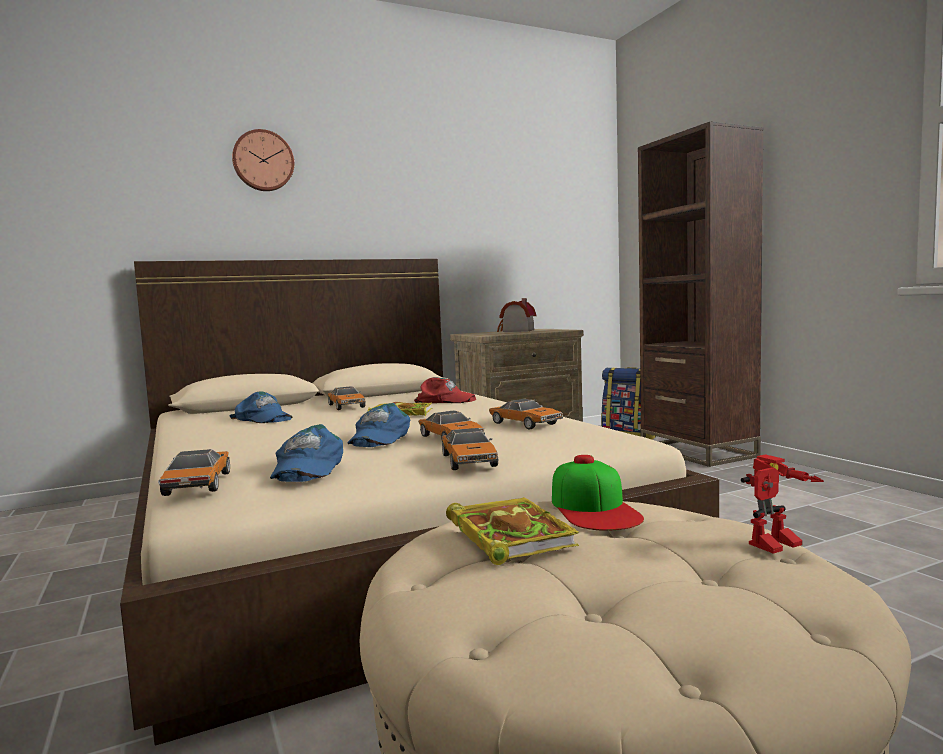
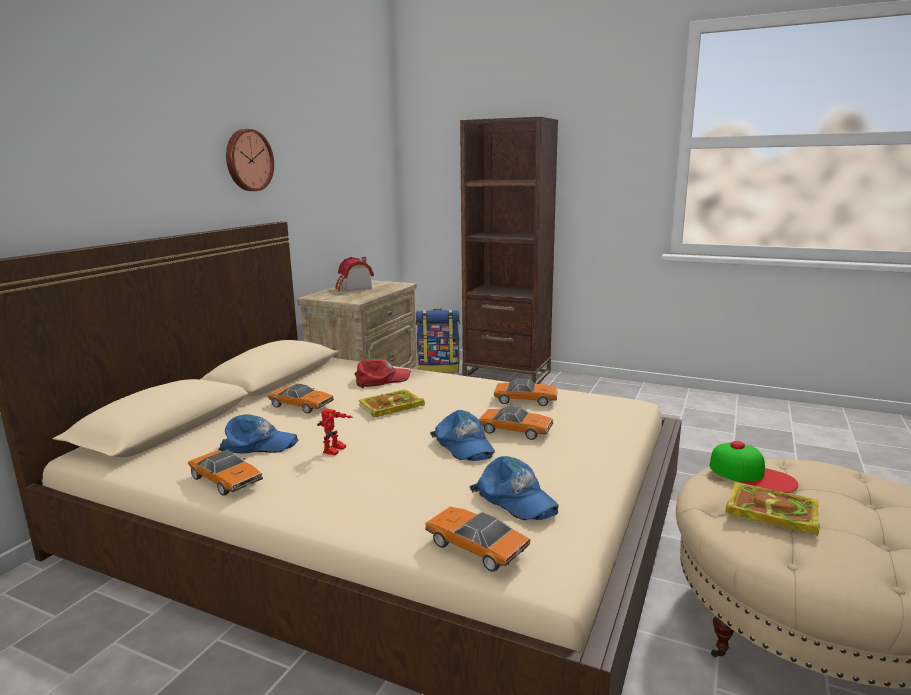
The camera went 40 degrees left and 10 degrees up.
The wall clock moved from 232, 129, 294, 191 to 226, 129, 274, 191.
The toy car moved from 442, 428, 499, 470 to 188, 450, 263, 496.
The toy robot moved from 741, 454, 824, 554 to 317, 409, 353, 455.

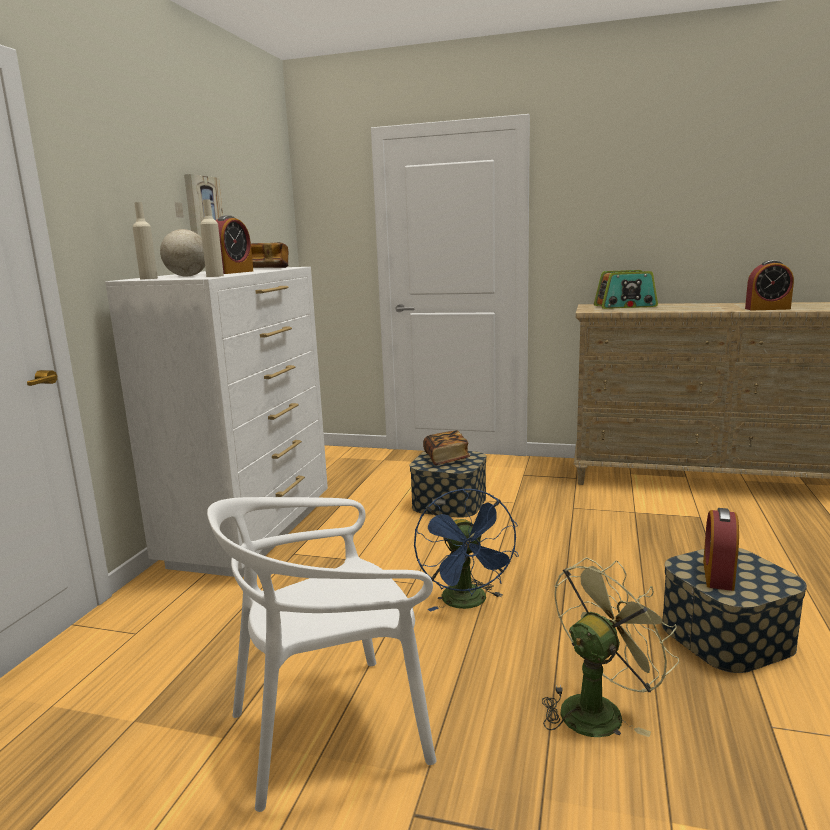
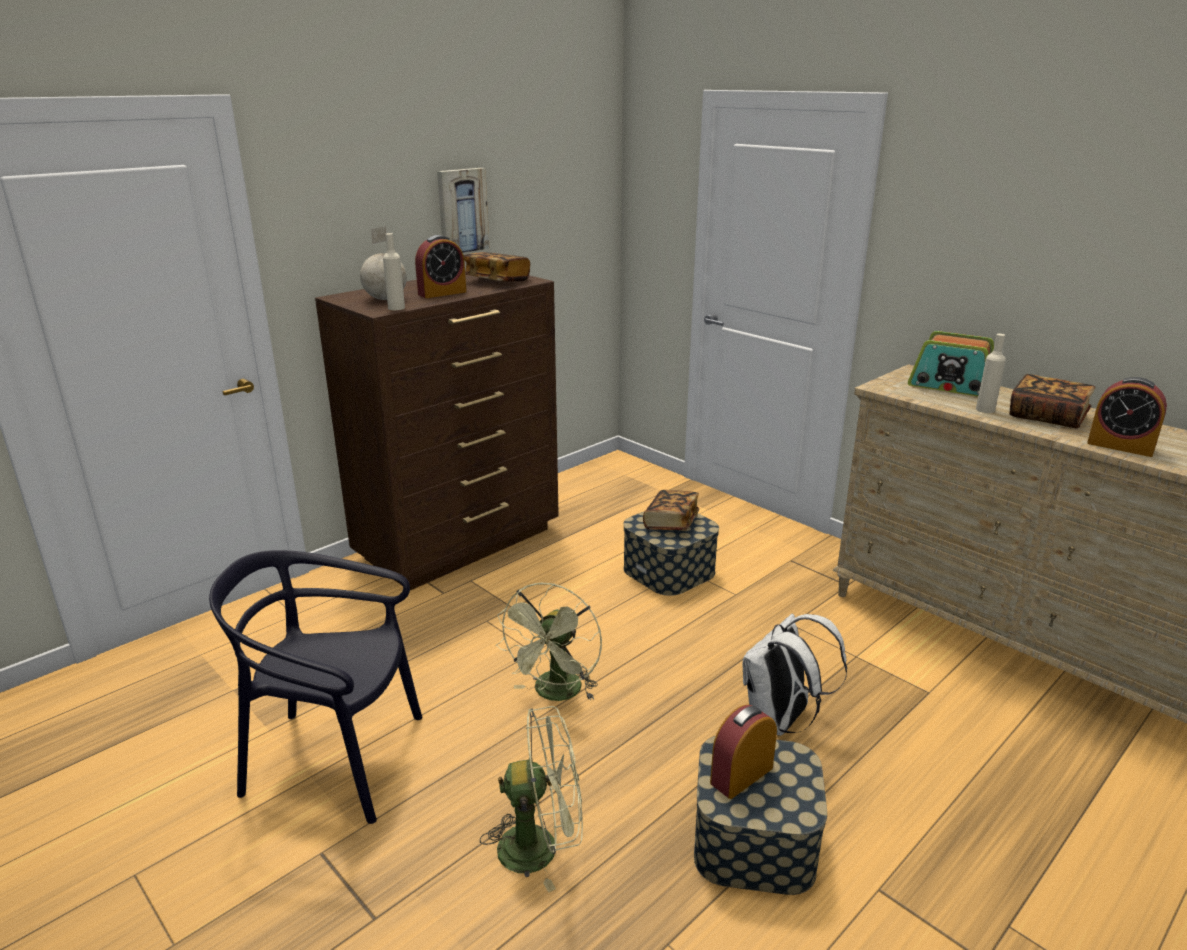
The camera went 30 degrees right and 10 degrees up.
The white dresser at 105, 267, 328, 578 became the brown dresser at 315, 275, 559, 590.
The beige bottle moved from 133, 202, 158, 279 to 976, 334, 1006, 413.
The white chair at 207, 497, 437, 812 became the black chair at 209, 550, 423, 824.
The blue fan at 414, 488, 519, 612 became the green fan at 496, 583, 602, 701.
The white backpack at 743, 614, 847, 736 appeared.
The book at 1009, 374, 1095, 428 appeared.

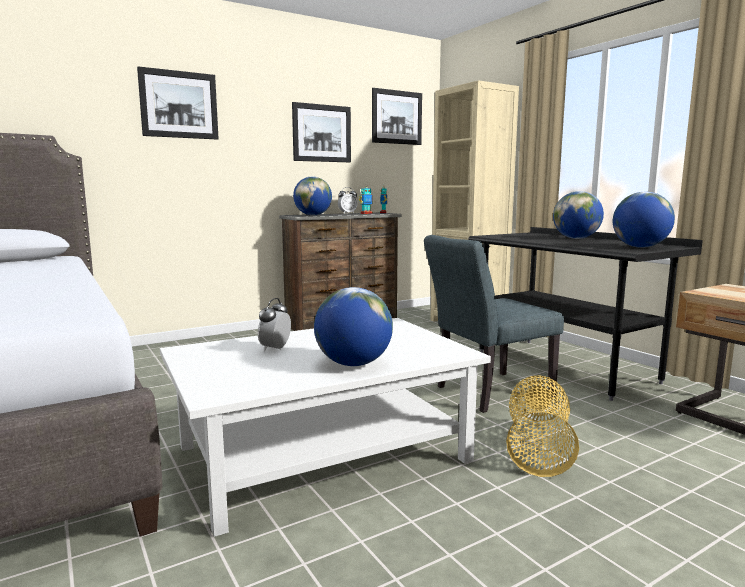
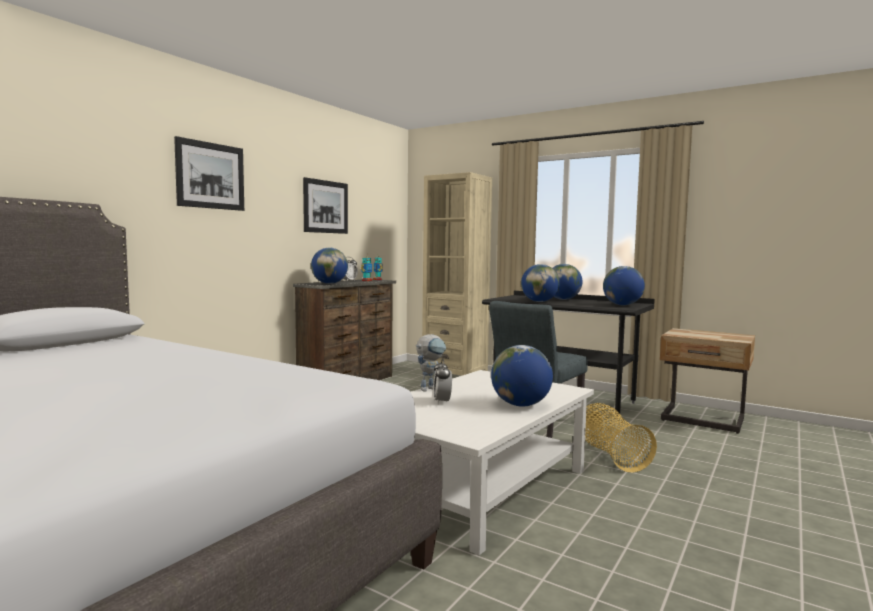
The camera went 25 degrees left and 5 degrees down.
The picture at 372, 88, 422, 145 disappeared.
The toy robot at 416, 334, 446, 392 appeared.
The globe at 521, 264, 560, 302 appeared.

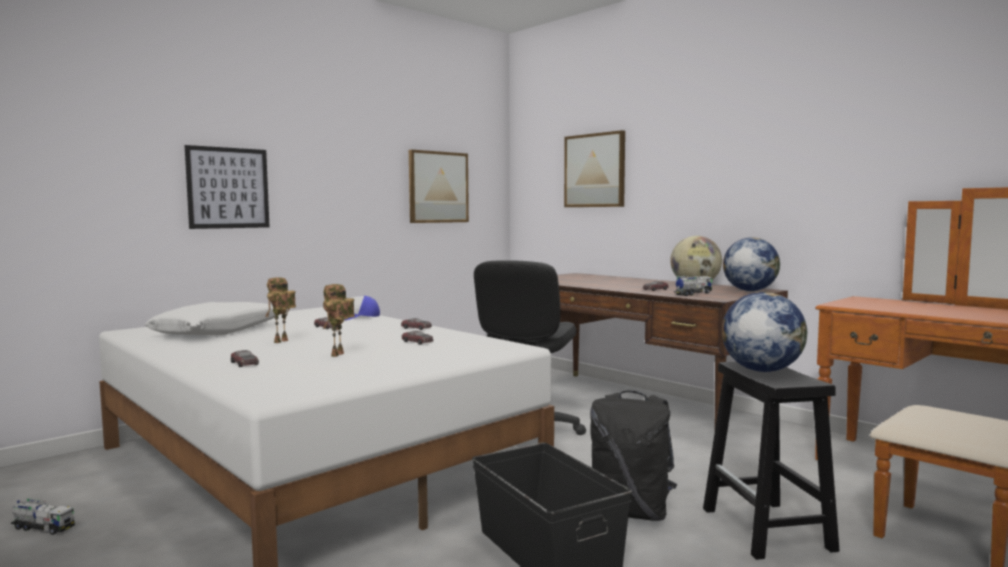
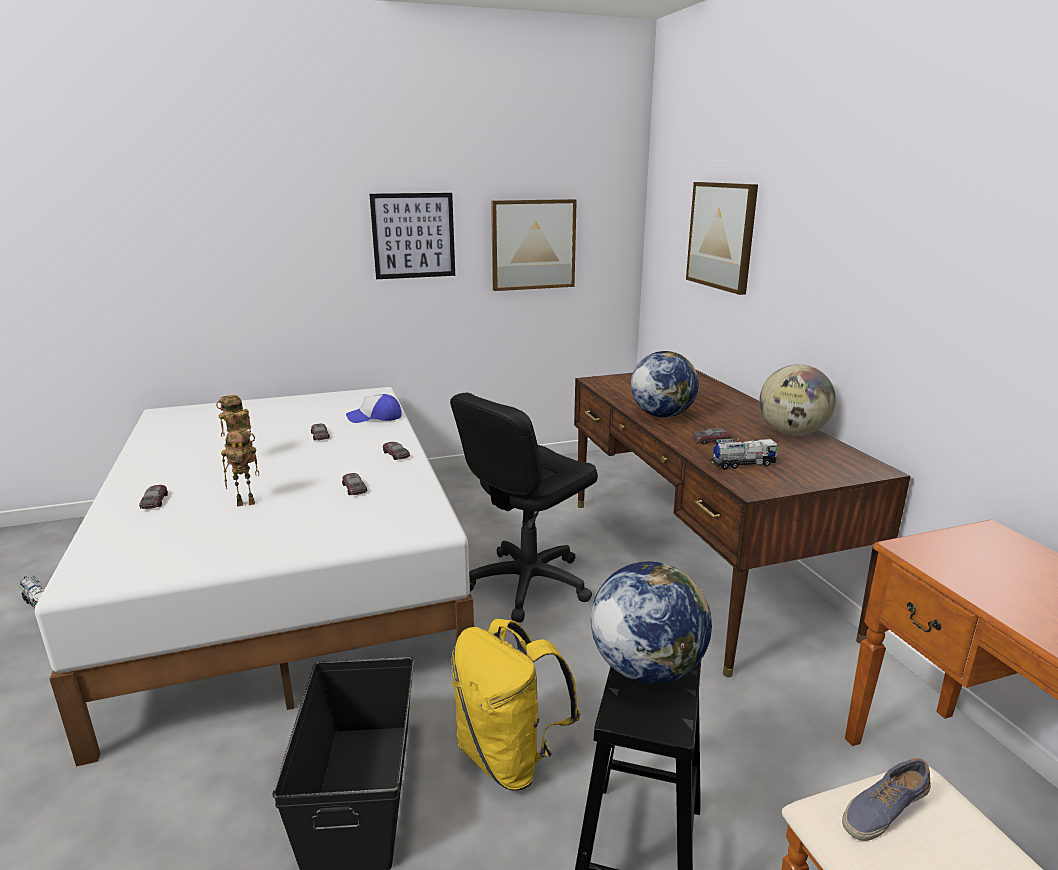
The camera went 25 degrees right and 15 degrees up.
The white pillow at 145, 302, 275, 335 disappeared.
The picture moved from 185, 145, 269, 229 to 369, 193, 455, 279.
The toy robot at 323, 284, 355, 357 turned 150 degrees counterclockwise.
The black backpack at 590, 391, 677, 521 became the yellow backpack at 452, 619, 580, 790.
The globe moved from 723, 237, 780, 291 to 631, 351, 699, 417.
The shoe at 842, 758, 931, 841 appeared.

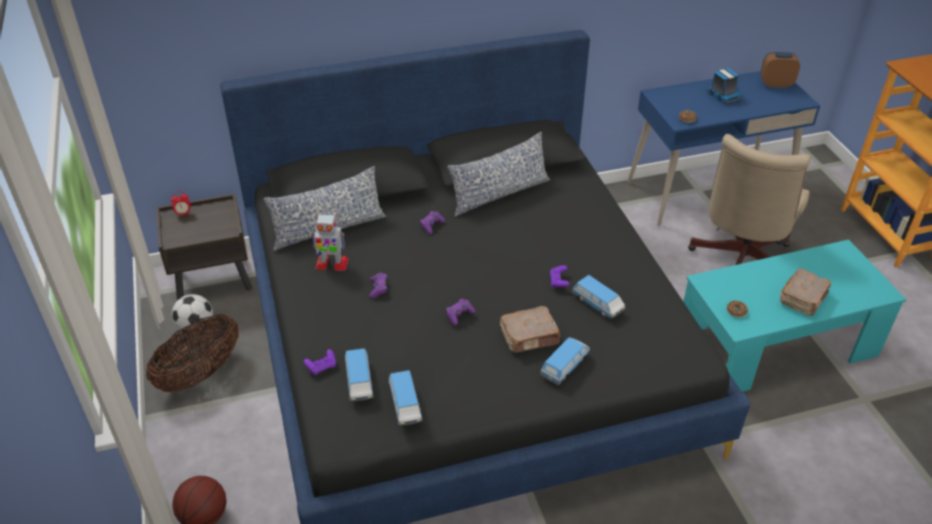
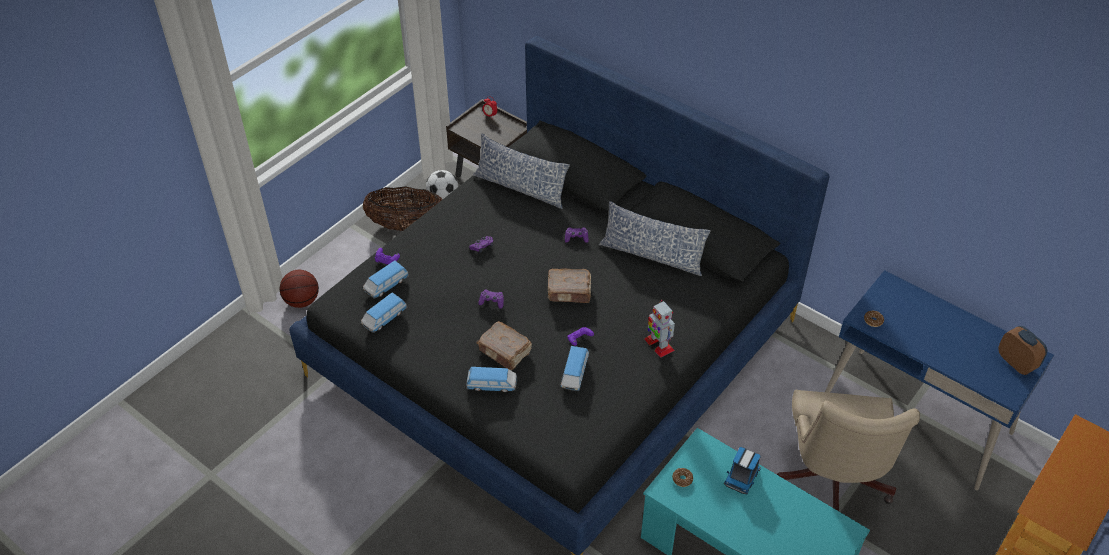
The camera went 55 degrees right and 5 degrees up.
The toy robot moved from 311, 214, 348, 271 to 644, 300, 675, 358.
The beige office chair at 688, 134, 811, 265 turned 75 degrees counterclockwise.
The toy truck moved from 707, 68, 742, 104 to 724, 447, 761, 494.
The brown book moved from 780, 268, 831, 316 to 548, 268, 591, 303.

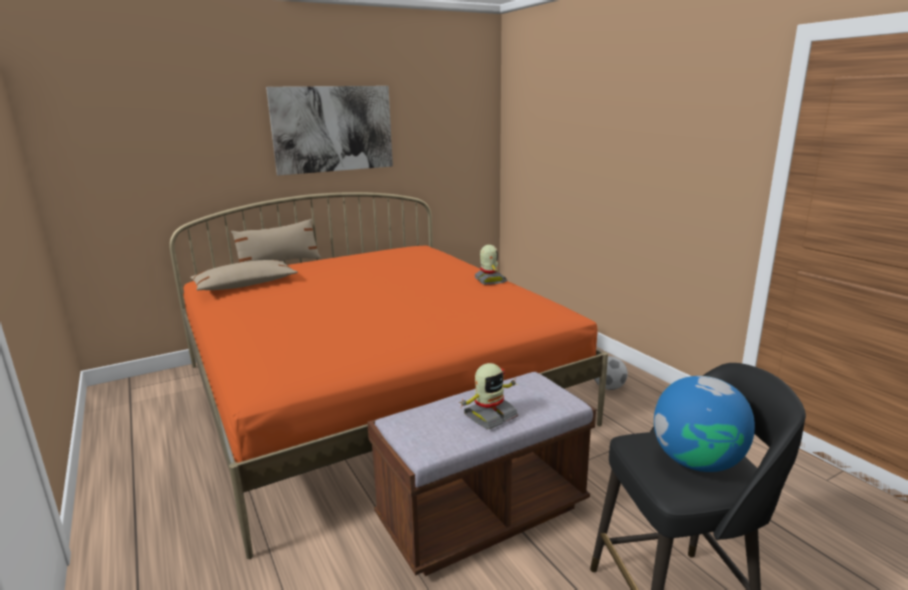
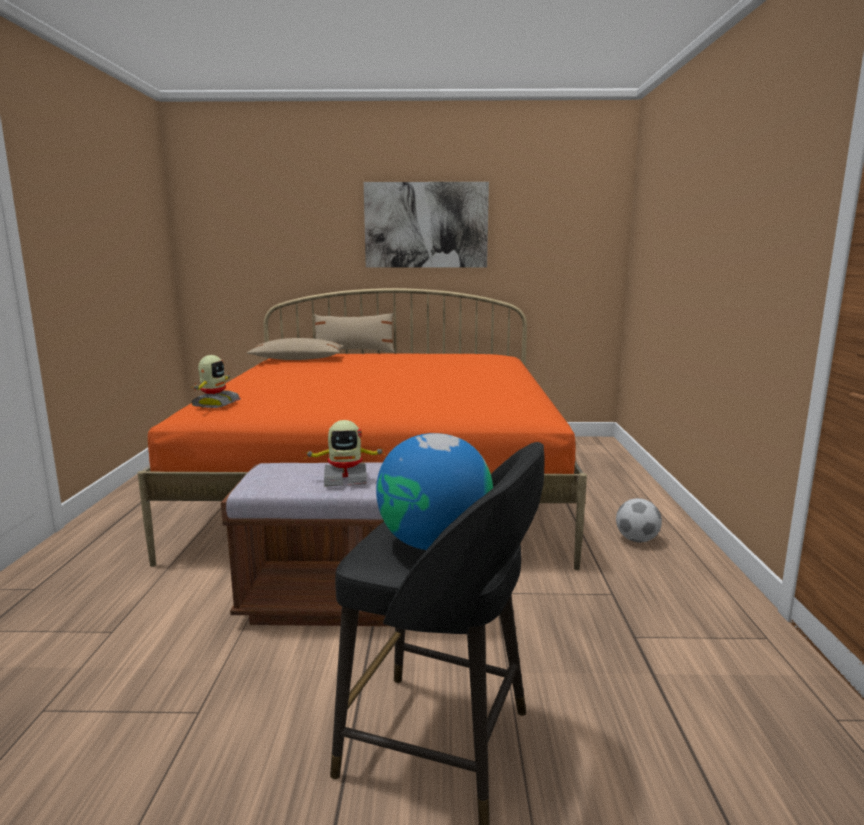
The camera went 30 degrees right and 5 degrees down.
The toy robot moved from 475, 245, 507, 285 to 191, 355, 241, 408.

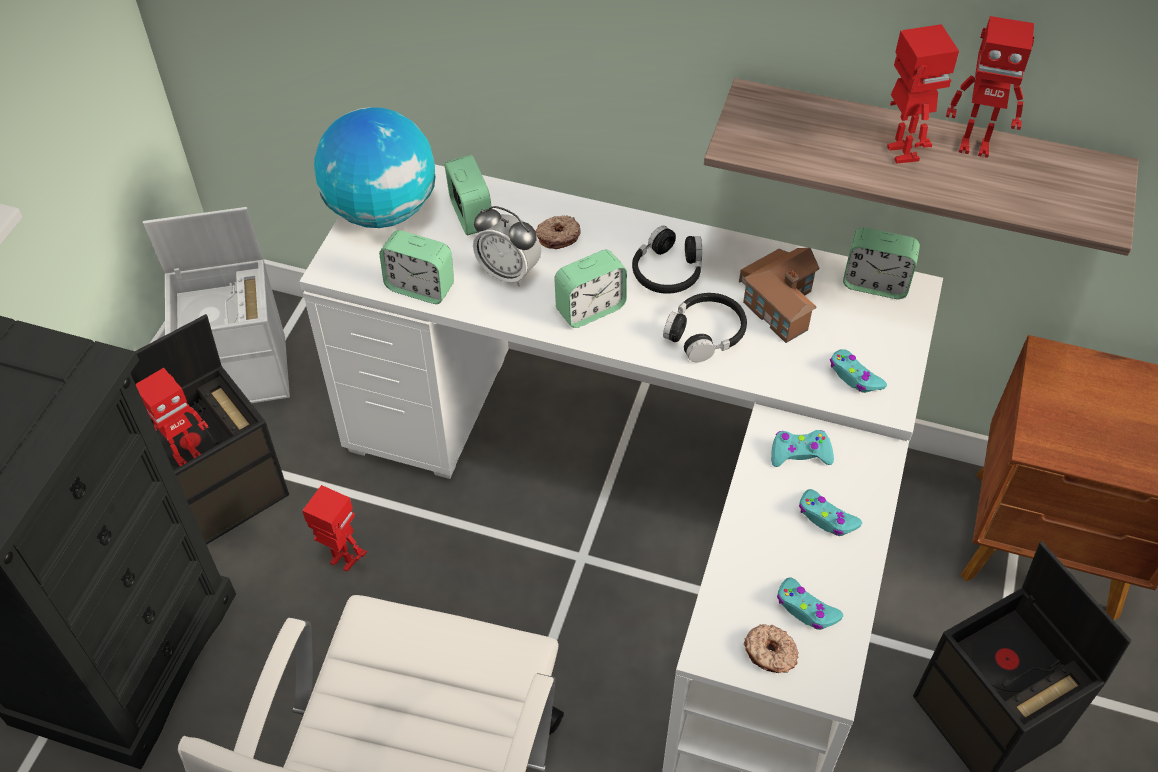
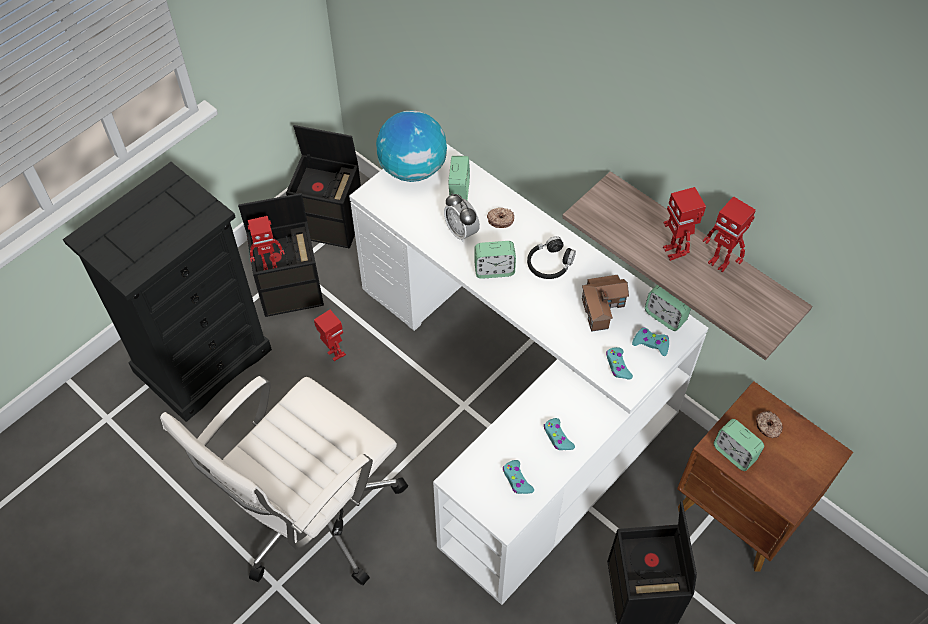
The camera went 25 degrees right and 5 degrees up.
The white storage box at 143, 207, 290, 403 became the black storage box at 286, 125, 361, 248.
The alarm clock moved from 379, 230, 454, 304 to 713, 419, 764, 471.
The black headphones at 663, 293, 747, 362 disappeared.
The donut moved from 744, 624, 799, 673 to 756, 411, 783, 438.
The turquoise game controller moved from 771, 430, 834, 467 to 632, 327, 669, 356.
The toy robot at 887, 24, 959, 164 turned 150 degrees clockwise.

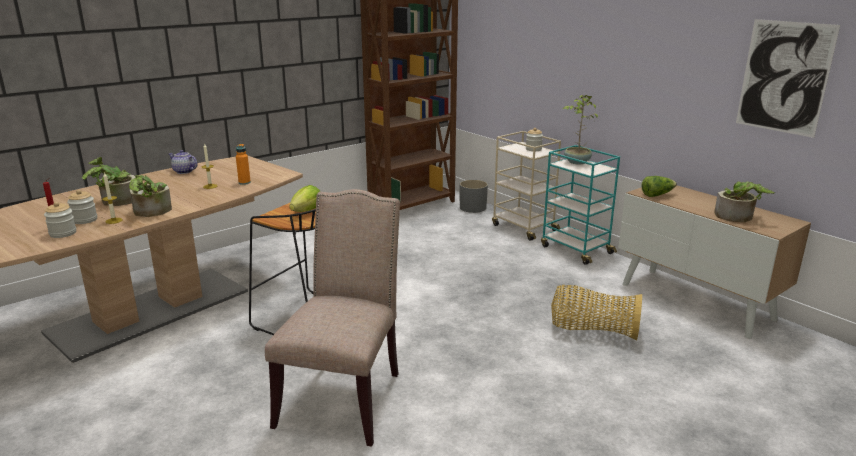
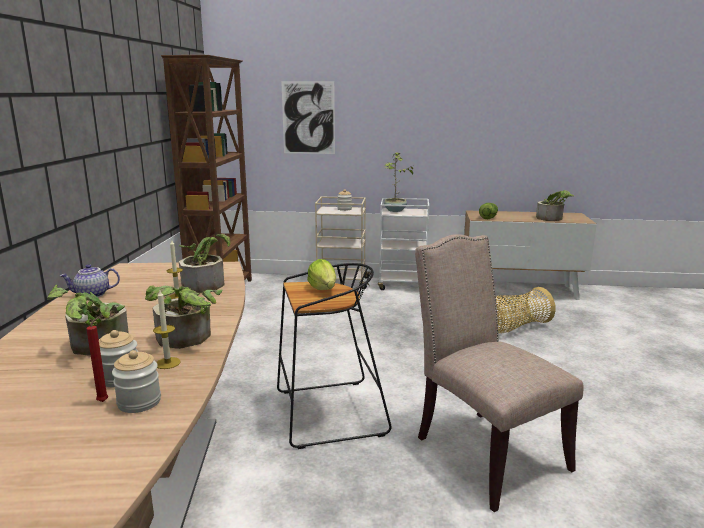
The camera went 45 degrees left and 5 degrees down.
The orange bottle at 236, 144, 251, 185 was replaced by the potted plant at 179, 234, 230, 293.
The grey planter at 460, 180, 488, 213 disappeared.
The turquoise cart at 541, 145, 620, 265 became the white cart at 378, 198, 429, 290.
The picture moved from 736, 19, 840, 138 to 281, 81, 335, 154.

